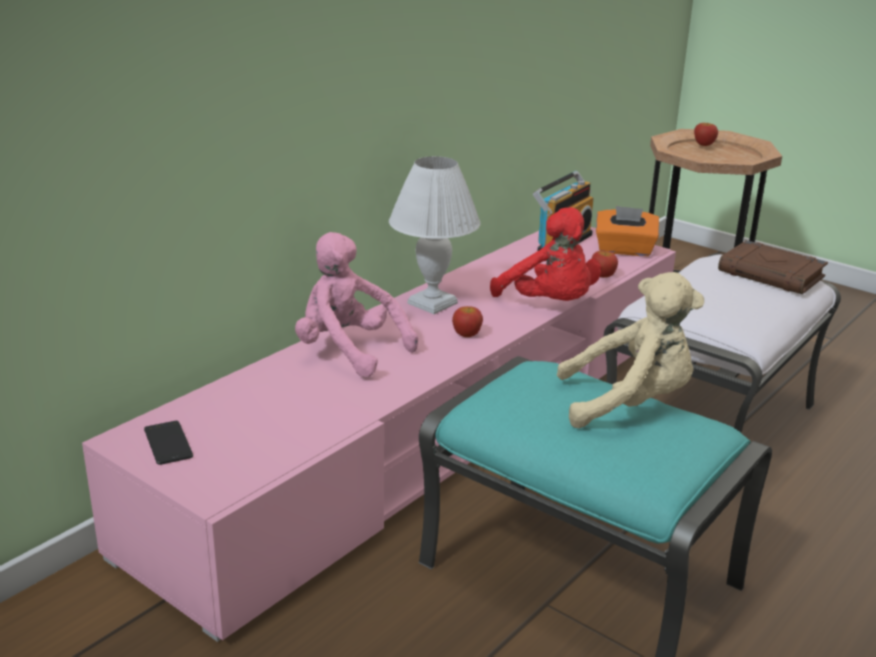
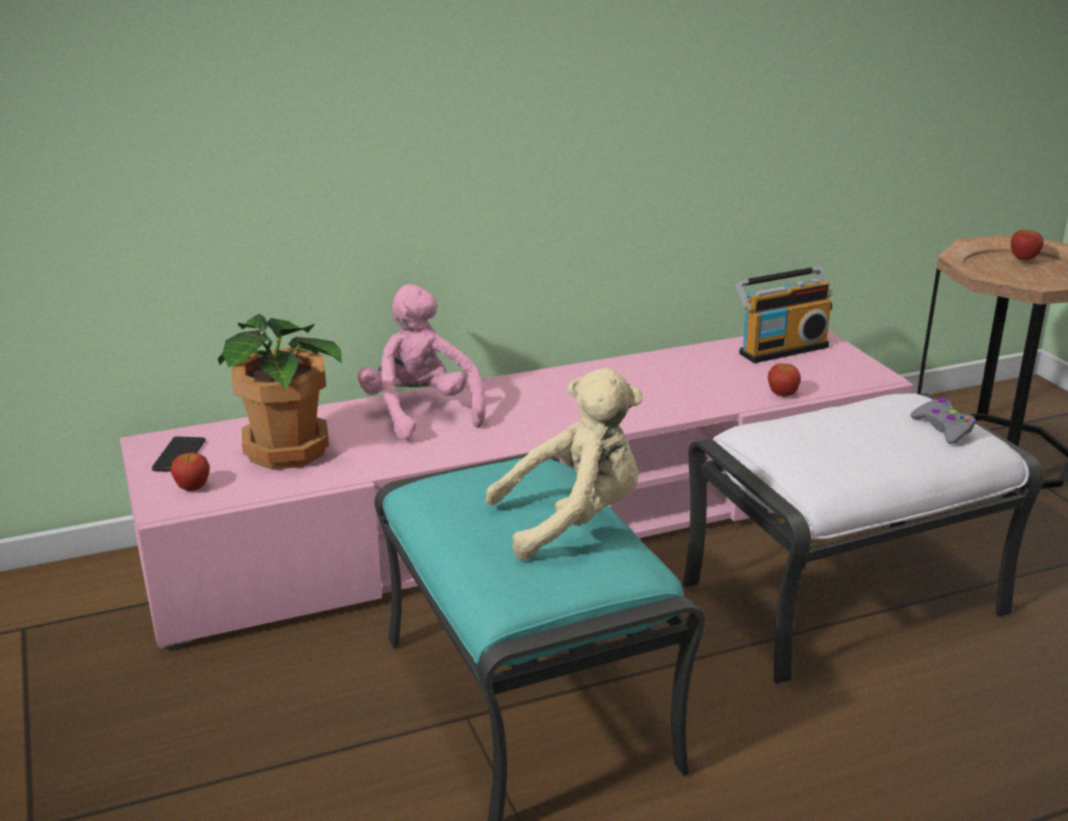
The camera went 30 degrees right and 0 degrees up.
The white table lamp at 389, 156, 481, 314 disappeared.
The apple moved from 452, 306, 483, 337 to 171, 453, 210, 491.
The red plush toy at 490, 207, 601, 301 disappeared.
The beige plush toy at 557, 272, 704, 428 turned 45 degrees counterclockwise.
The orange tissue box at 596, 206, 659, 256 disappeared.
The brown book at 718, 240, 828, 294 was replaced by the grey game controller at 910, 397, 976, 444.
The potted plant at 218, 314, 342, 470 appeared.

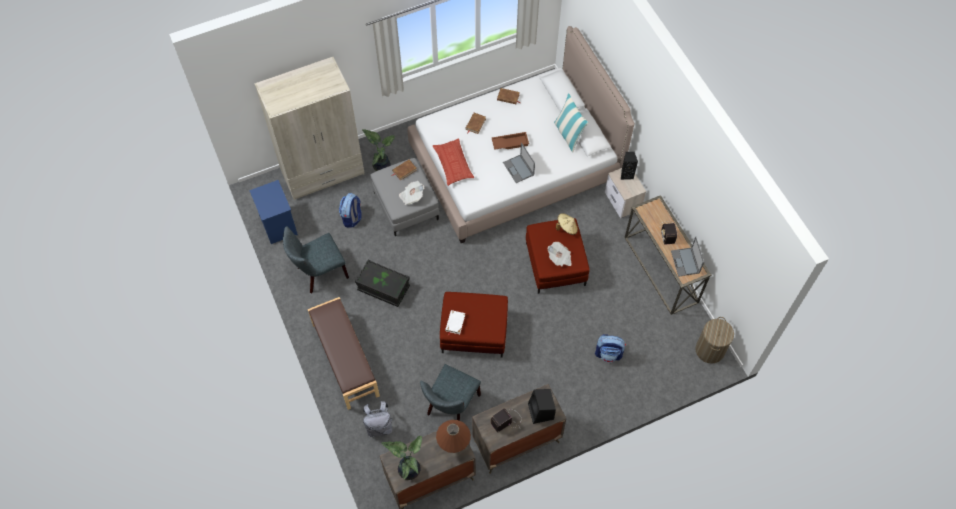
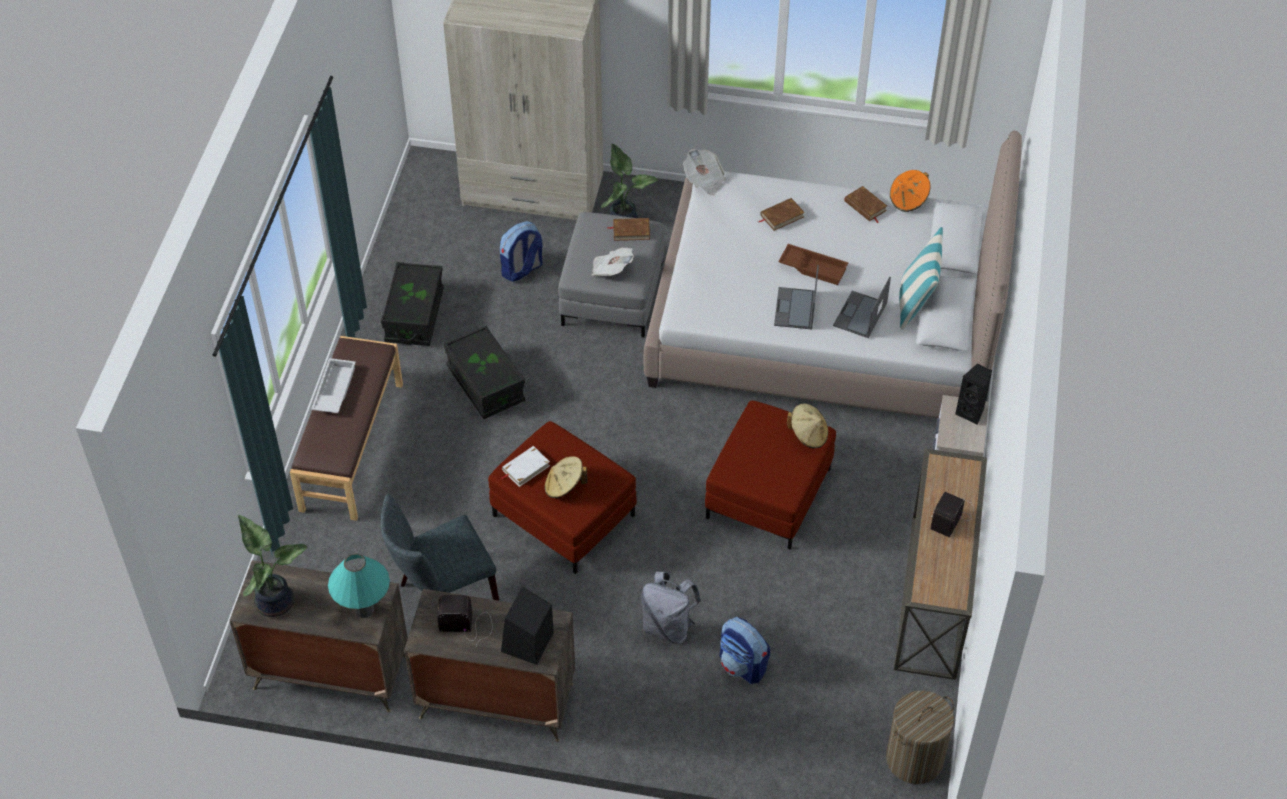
The camera went 35 degrees right and 10 degrees down.
The blue nightstand at 249, 180, 298, 244 disappeared.
The grey chair at 283, 226, 349, 294 was replaced by the black storage box at 381, 262, 444, 346.
The grey backpack moved from 363, 401, 393, 437 to 641, 572, 701, 644.
The pillow at 433, 138, 474, 186 disappeared.
The brown table lamp at 436, 420, 471, 453 became the turquoise table lamp at 328, 554, 390, 618.
The newspaper moved from 548, 242, 571, 266 to 683, 149, 726, 195.
The laptop moved from 671, 237, 704, 277 to 833, 277, 891, 338.
The white tray at 311, 358, 356, 413 appeared.
The beige hat at 545, 456, 588, 498 appeared.
The orange hat at 890, 170, 931, 212 appeared.

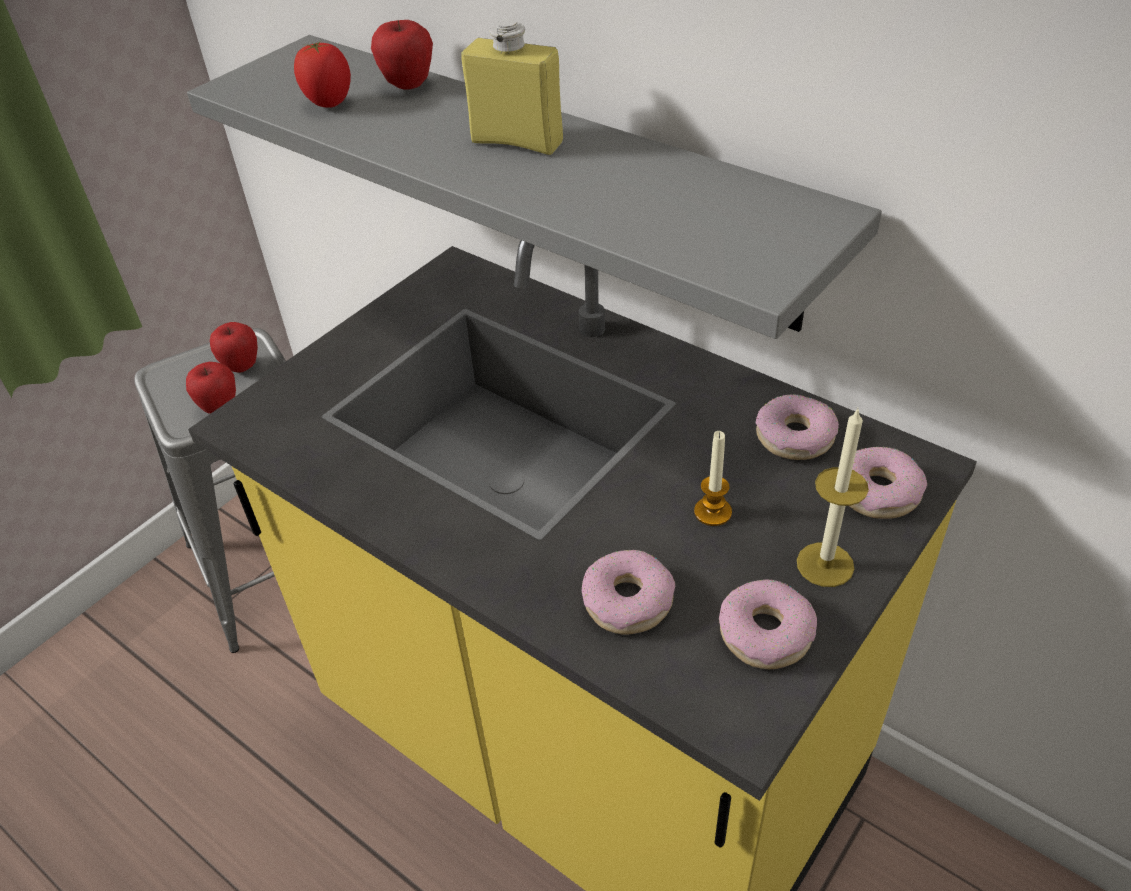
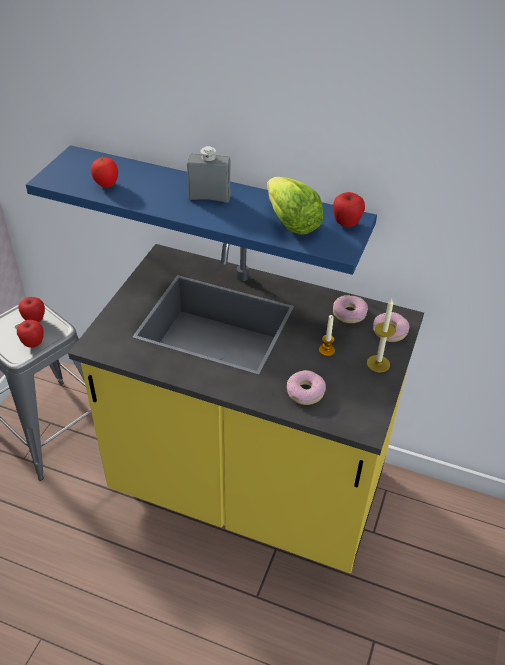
The camera went 20 degrees left and 0 degrees up.
The grey shelf at 187, 35, 882, 339 became the blue shelf at 26, 145, 377, 275.
The apple moved from 371, 20, 433, 90 to 333, 192, 365, 227.
The yellow bottle at 461, 19, 563, 155 became the grey bottle at 187, 146, 231, 203.
The donut at 719, 580, 817, 669 disappeared.
The lettuce at 267, 177, 323, 235 appeared.

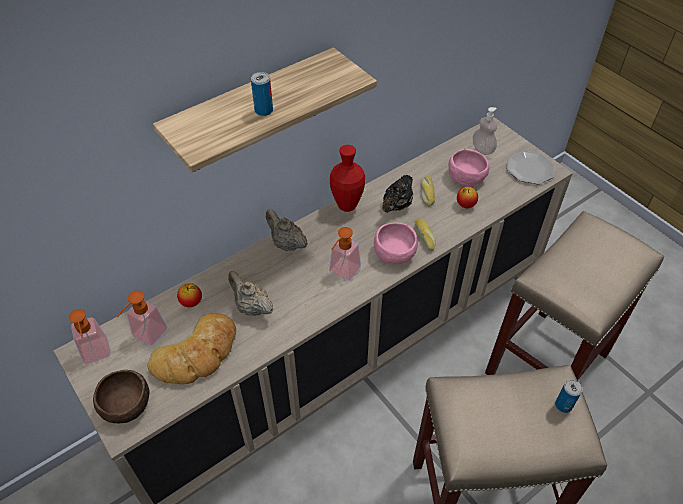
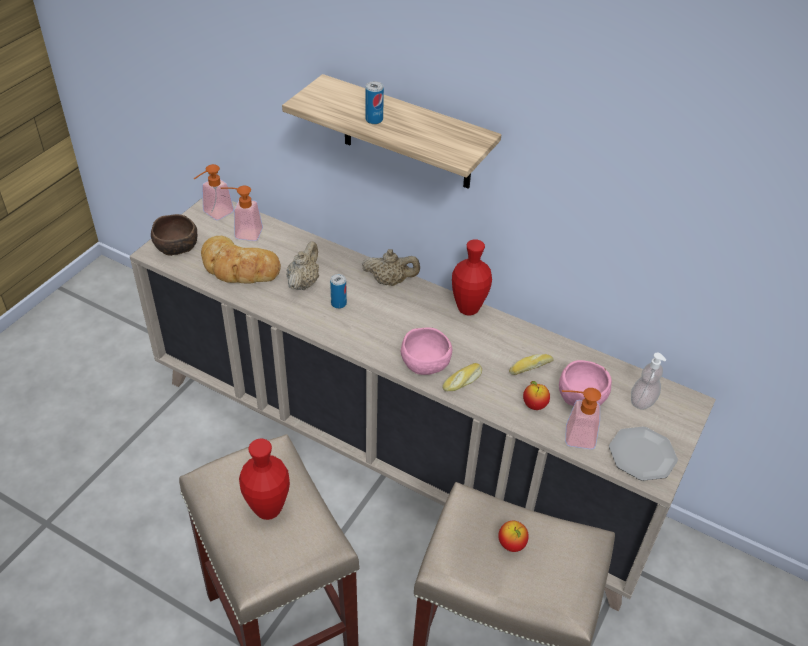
The camera went 65 degrees right and 5 degrees down.
The apple moved from 177, 283, 202, 307 to 498, 521, 529, 552.
The beige teapot at 266, 209, 308, 251 turned 75 degrees clockwise.
The soap dispenser moved from 329, 227, 361, 281 to 562, 388, 601, 449.
The black teapot at 382, 175, 413, 213 disappeared.
The can moved from 555, 380, 582, 413 to 330, 274, 347, 309.
The red vase at 239, 438, 290, 520 appeared.

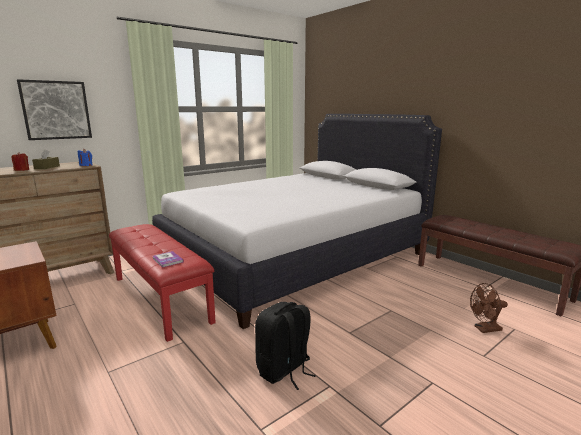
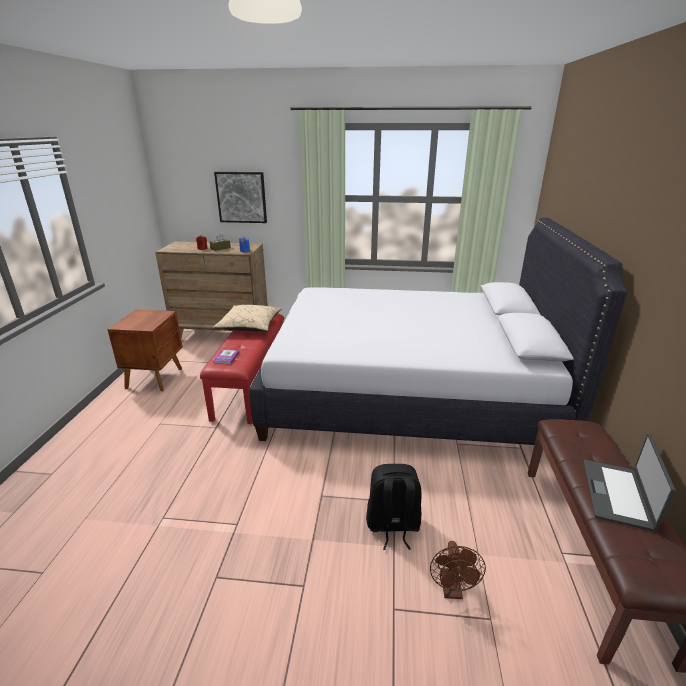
The camera went 45 degrees right and 10 degrees up.
The black backpack moved from 255, 302, 316, 390 to 366, 464, 421, 550.
The brown fan at 470, 283, 508, 333 turned 120 degrees counterclockwise.
The beige pillow at 213, 305, 281, 331 appeared.
The laptop at 584, 434, 676, 531 appeared.

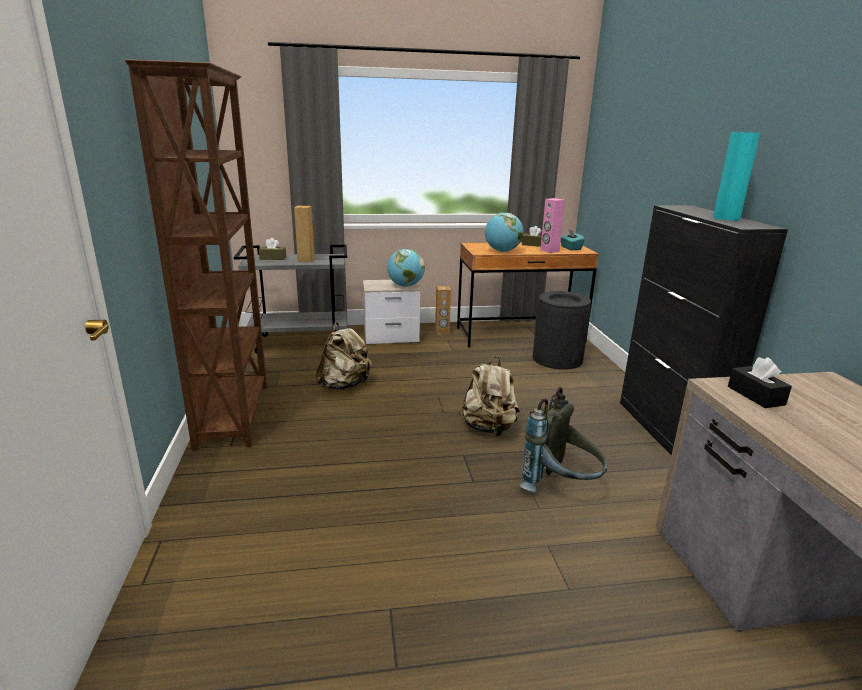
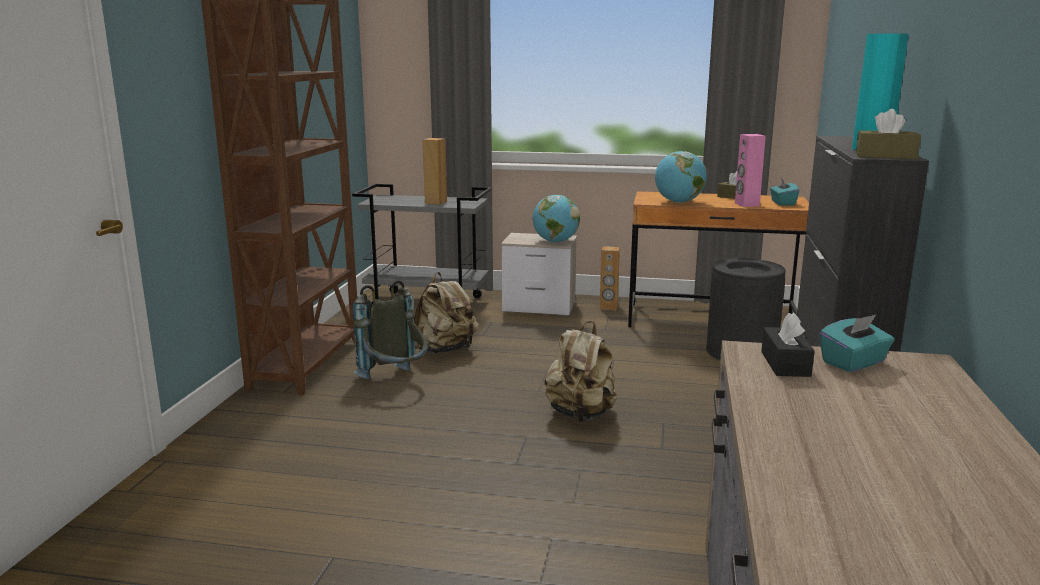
The camera went 20 degrees right and 5 degrees down.
The brown tissue box moved from 259, 238, 286, 260 to 856, 109, 921, 159.
The grey backpack moved from 519, 387, 608, 492 to 353, 280, 428, 379.
The turquoise tissue box at 820, 314, 894, 372 appeared.

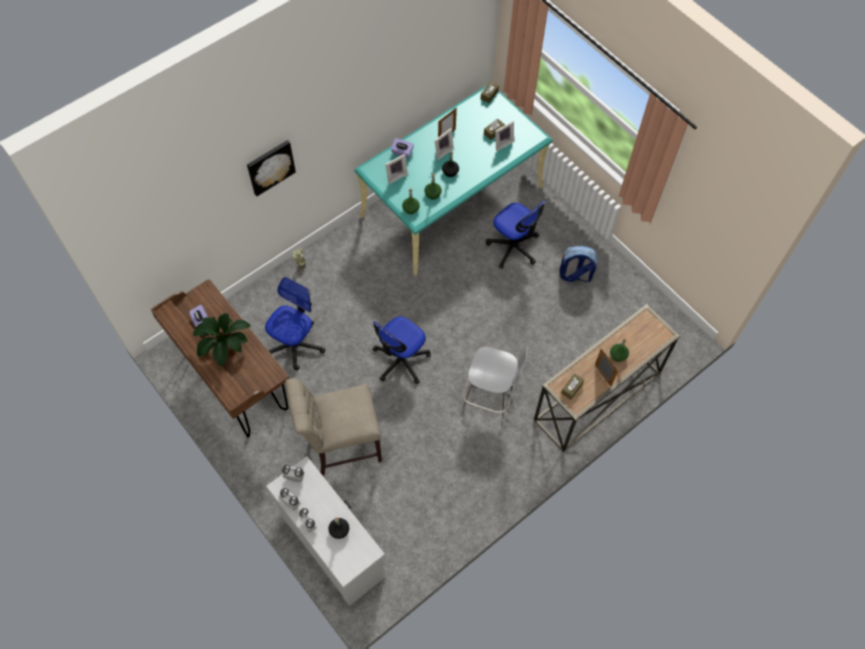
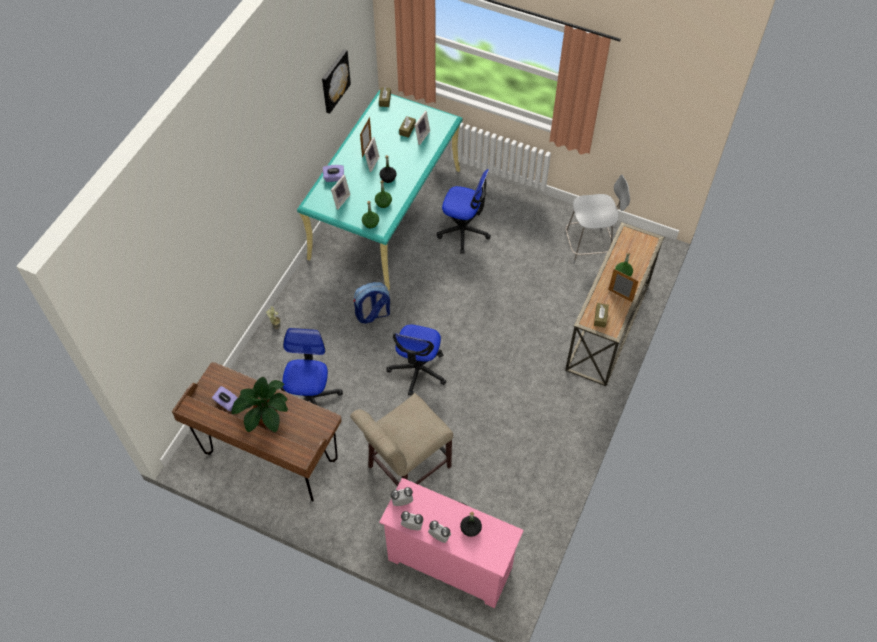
The camera went 25 degrees left and 5 degrees down.
The picture moved from 247, 140, 296, 196 to 322, 49, 351, 114.
The white dresser at 266, 456, 385, 606 became the pink dresser at 379, 478, 524, 608.
The grey chair moved from 463, 346, 528, 419 to 565, 174, 630, 264.
The backpack moved from 560, 246, 598, 282 to 353, 282, 390, 324.

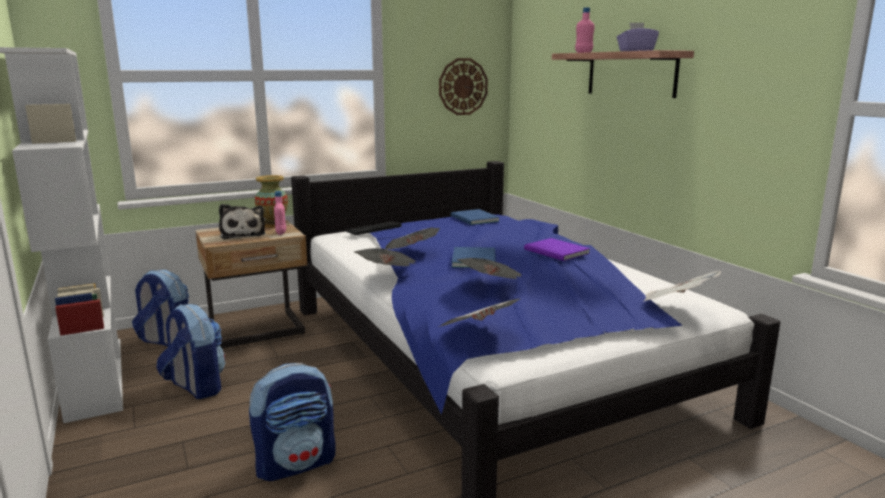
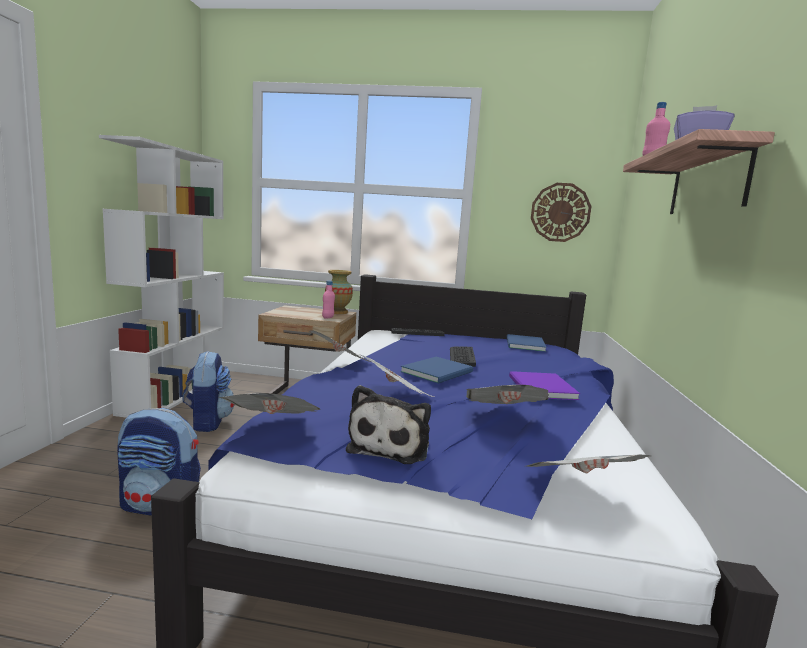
The camera went 35 degrees right and 5 degrees down.
The backpack at 132, 270, 189, 346 disappeared.
The plush toy moved from 219, 204, 265, 240 to 346, 385, 431, 464.
The newspaper moved from 385, 227, 440, 249 to 466, 385, 549, 404.
The keyboard at 450, 346, 476, 367 appeared.

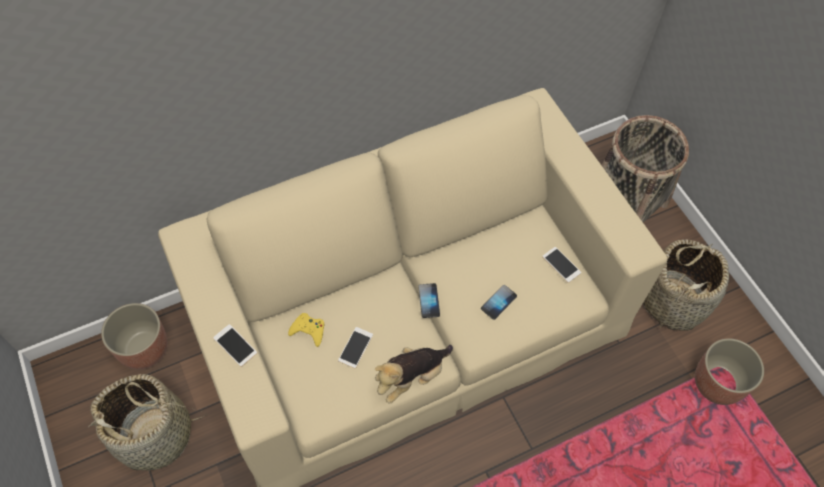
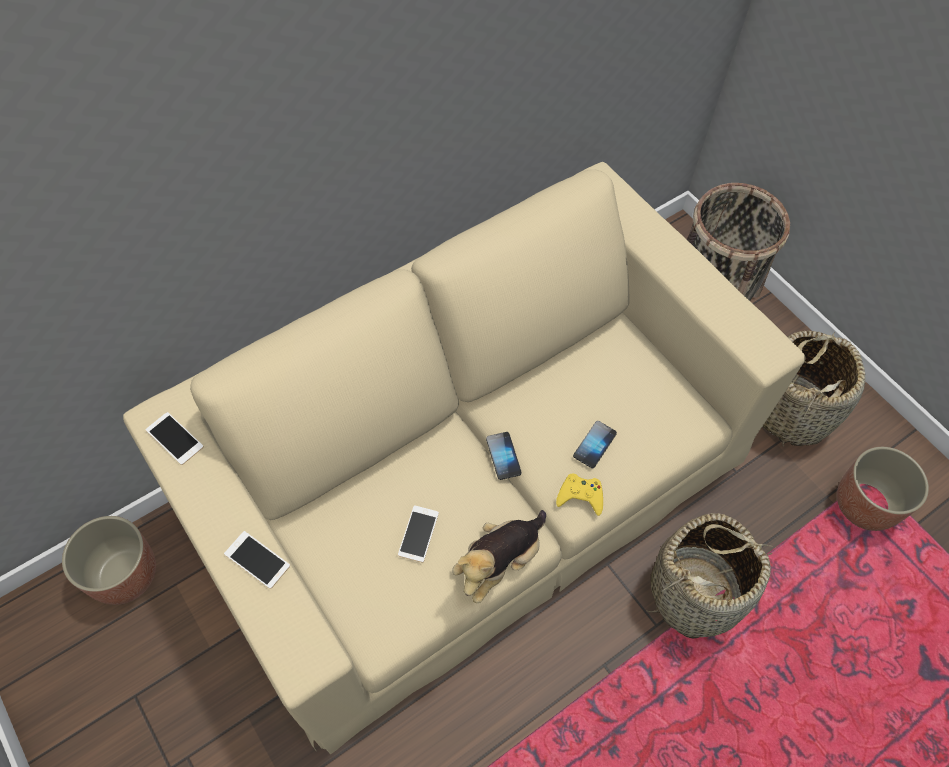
The camera went 10 degrees left and 0 degrees up.
The basket moved from 88, 374, 205, 471 to 646, 513, 777, 639.
The yellow game controller moved from 288, 313, 324, 347 to 556, 474, 603, 516.
The phone moved from 542, 247, 581, 283 to 146, 412, 204, 465.

